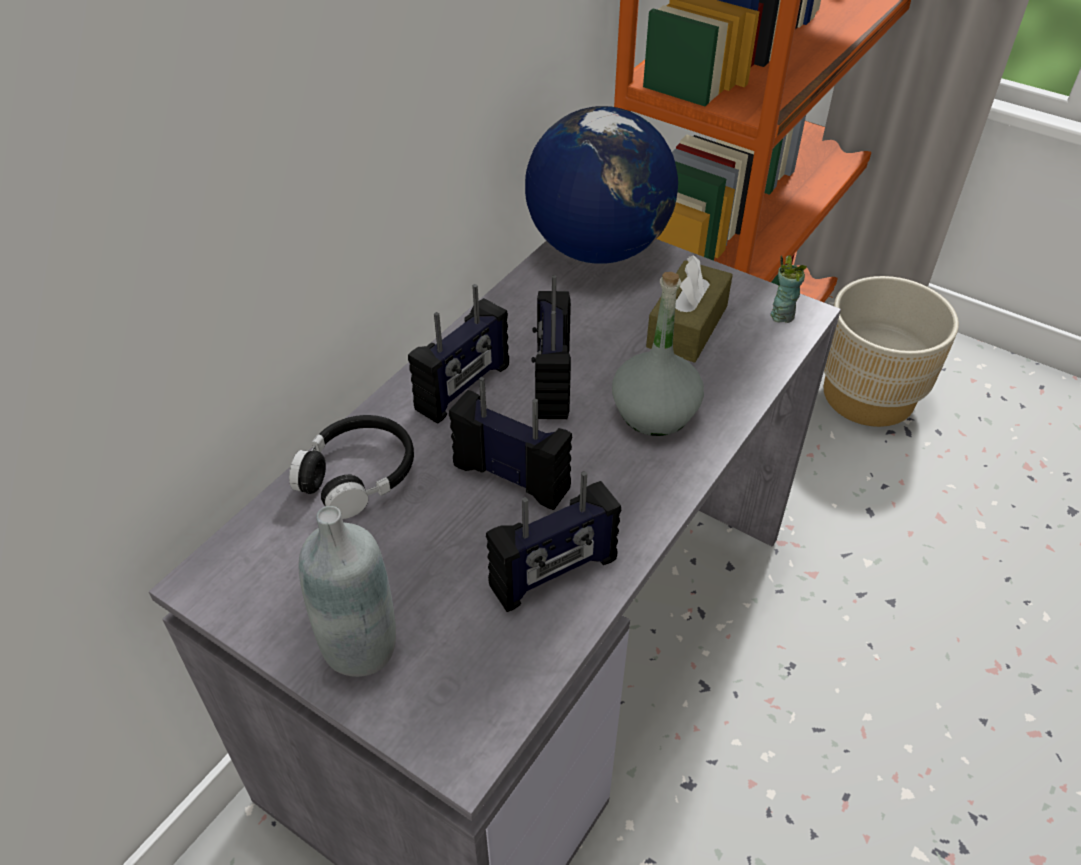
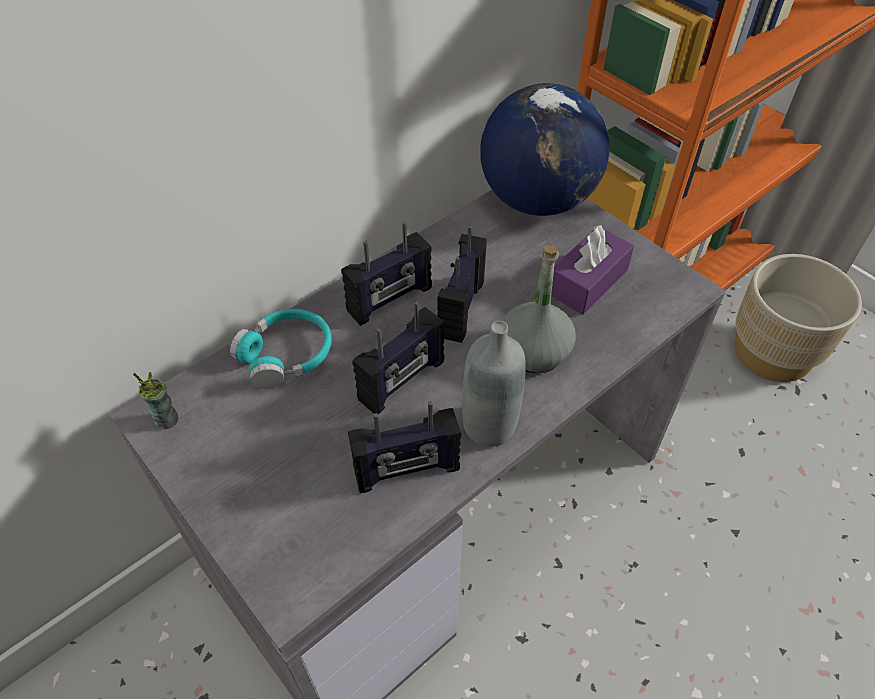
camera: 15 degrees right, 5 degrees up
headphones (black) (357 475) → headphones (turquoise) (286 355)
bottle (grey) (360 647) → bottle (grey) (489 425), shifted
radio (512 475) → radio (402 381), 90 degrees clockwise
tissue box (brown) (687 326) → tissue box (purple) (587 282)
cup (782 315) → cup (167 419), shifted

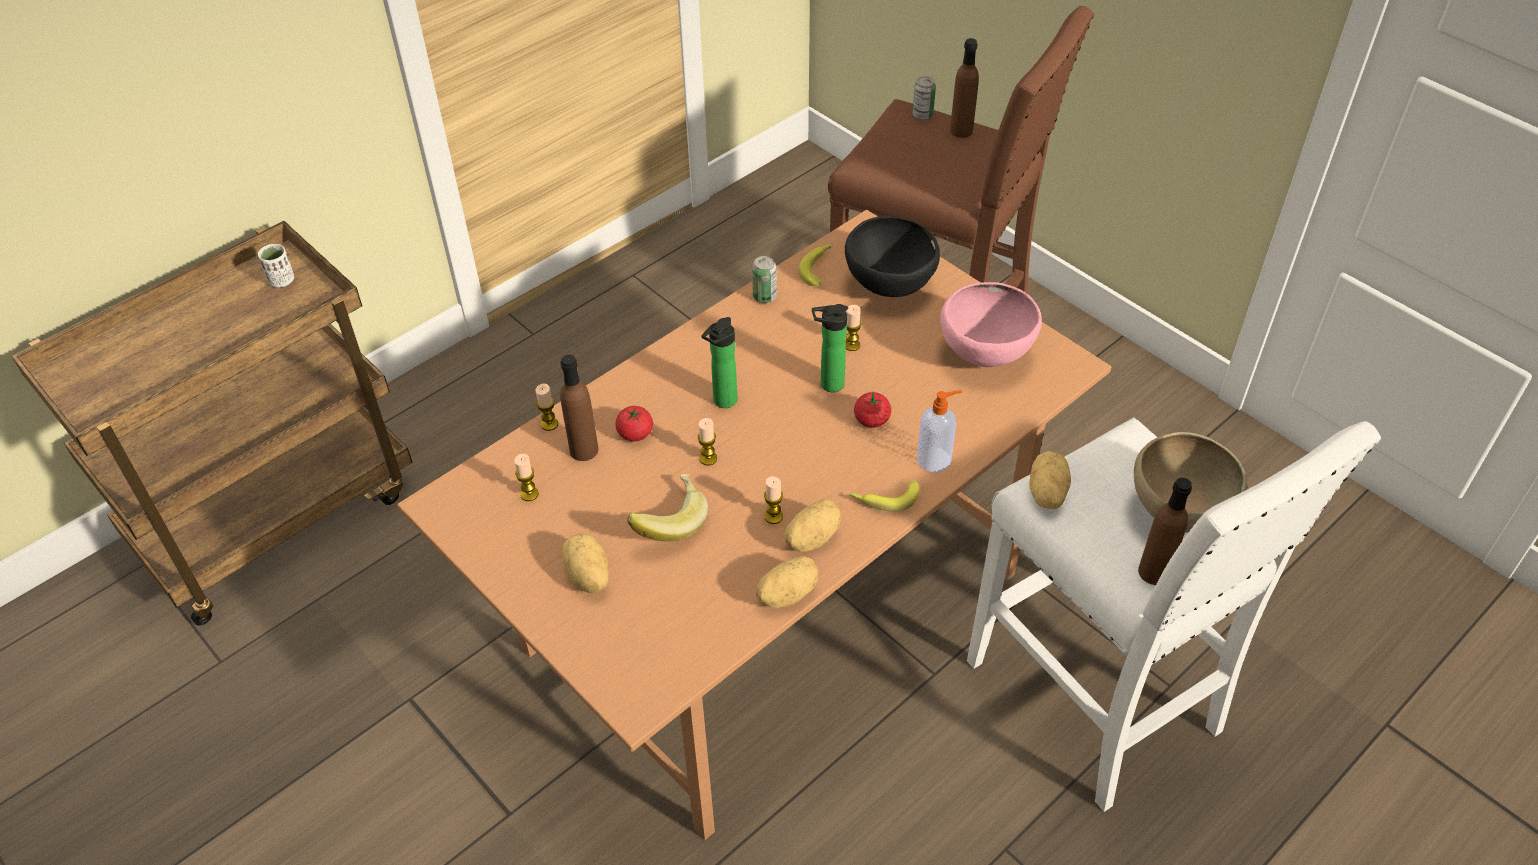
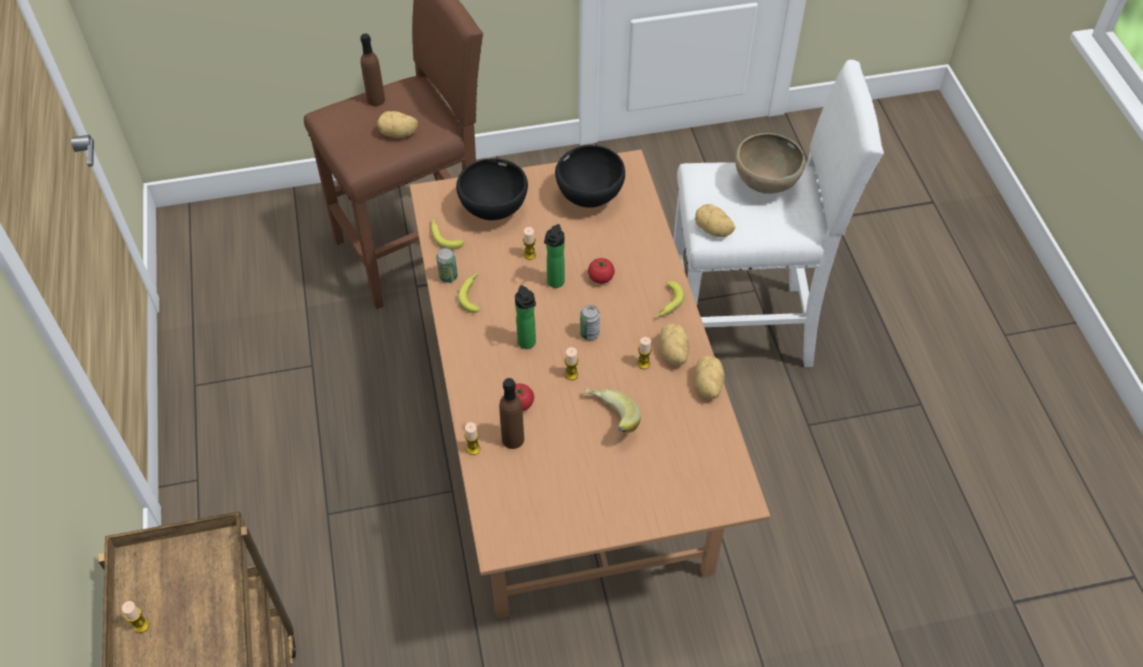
camera: 60 degrees left, 5 degrees up
cup (white) (282 280) → -
candle (529 494) → candle (141 625), shifted
potato (587 577) → potato (398 134), shifted
can (922 115) → can (589 334), shifted
soap dispenser (935 459) → -
bowl (pink) (985 356) → bowl (black) (590 198)
bottle (brown) (1153 572) → -
- → banana (472 294)

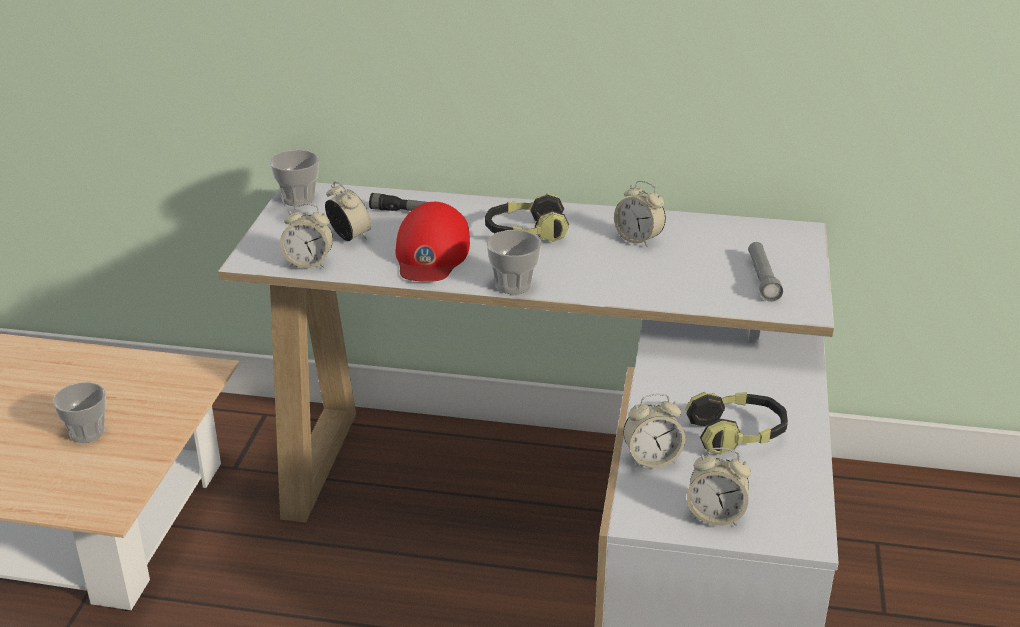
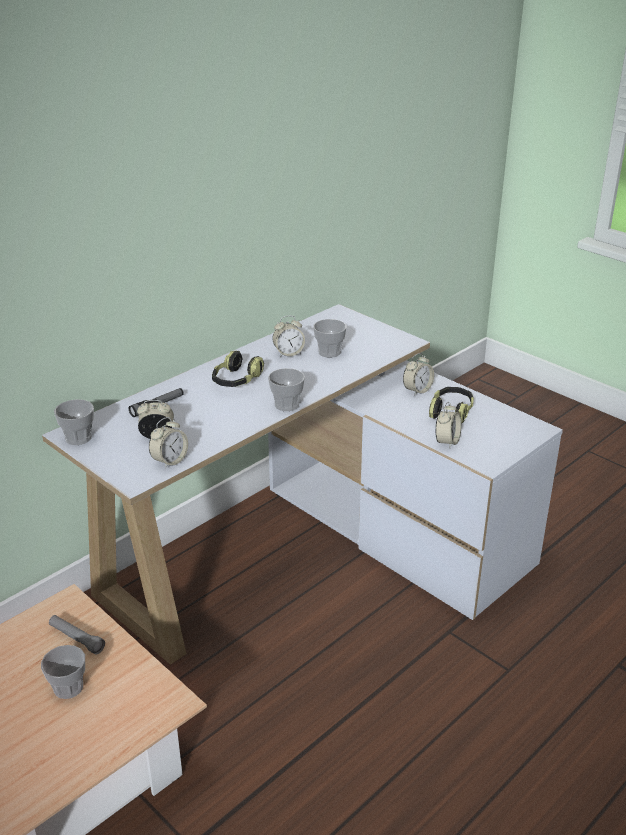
camera: 55 degrees left, 0 degrees up
cap (red) (431 254) → -
alarm clock (715 515) → alarm clock (417 390), shifted
flashlight (grey) (762 278) → flashlight (grey) (76 639), shifted
- → cup (329 352)

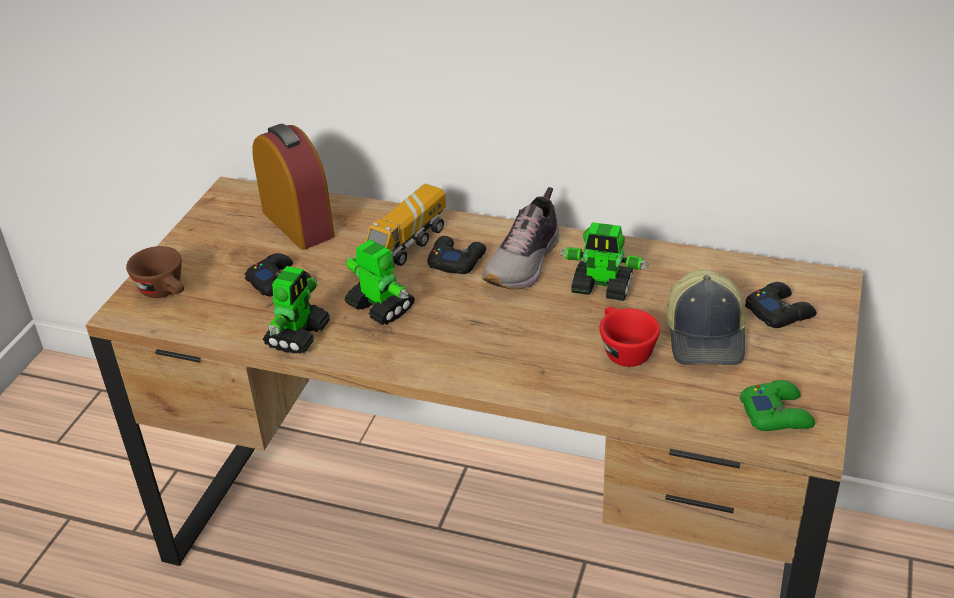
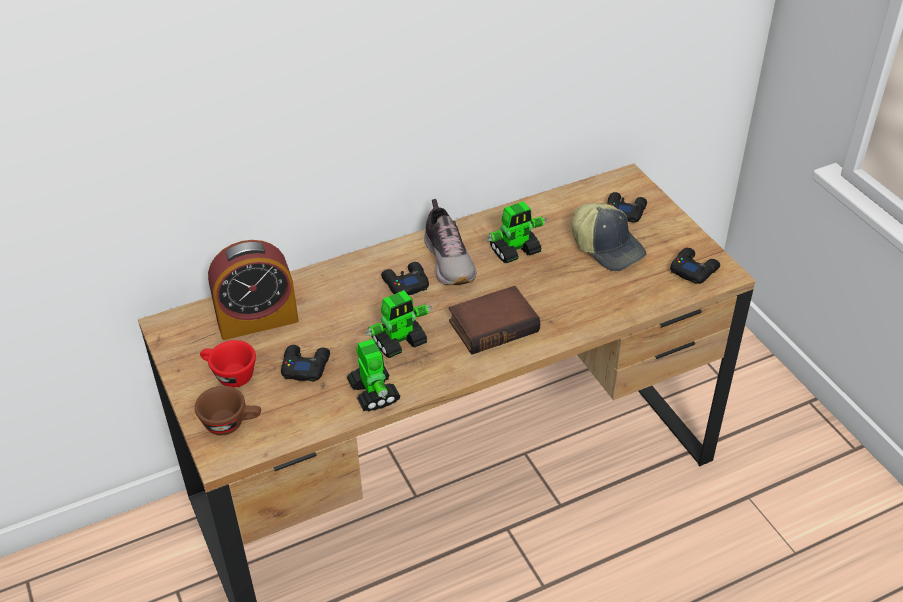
camera: 45 degrees left, 5 degrees up
alarm clock (298 224) → alarm clock (257 320), 150 degrees clockwise
toy robot (380 307) → toy robot (400 342), 150 degrees clockwise
toy truck (407 245) → -
cup (red) (623 350) → cup (red) (229 375), shifted
game controller (green) (776 413) → game controller (black) (693 270)
- → book (493 324)

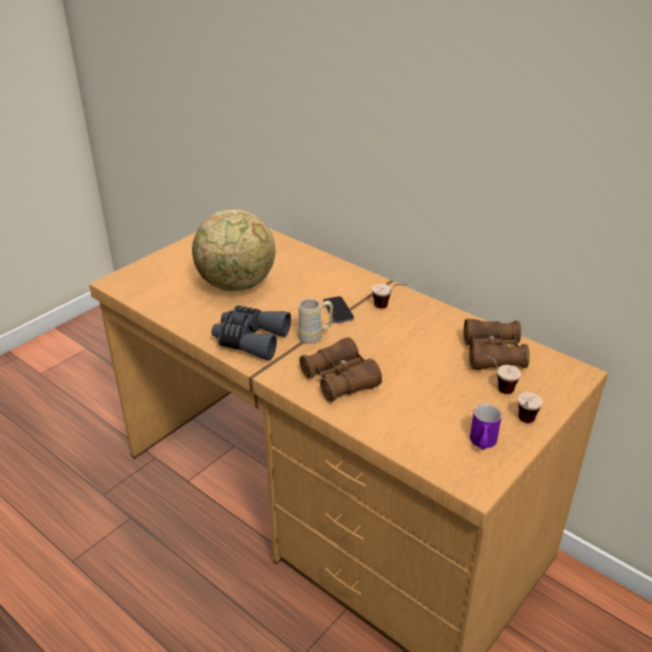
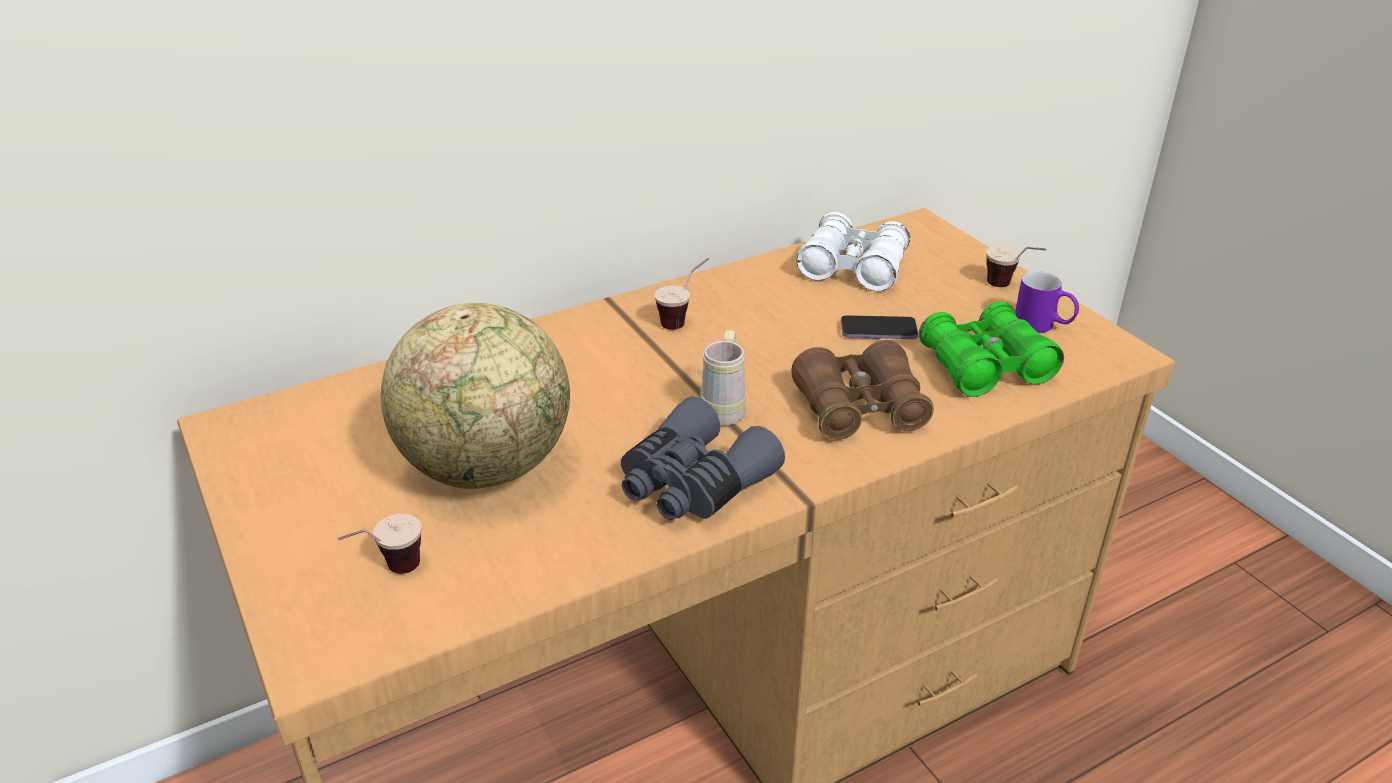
camera: 70 degrees left, 0 degrees up
phone (338 311) → phone (878 330), shifted
binoculars (brown) (492 354) → binoculars (white) (853 268)
cup (496 387) → cup (388 574), shifted
- → binoculars (green) (985 366)

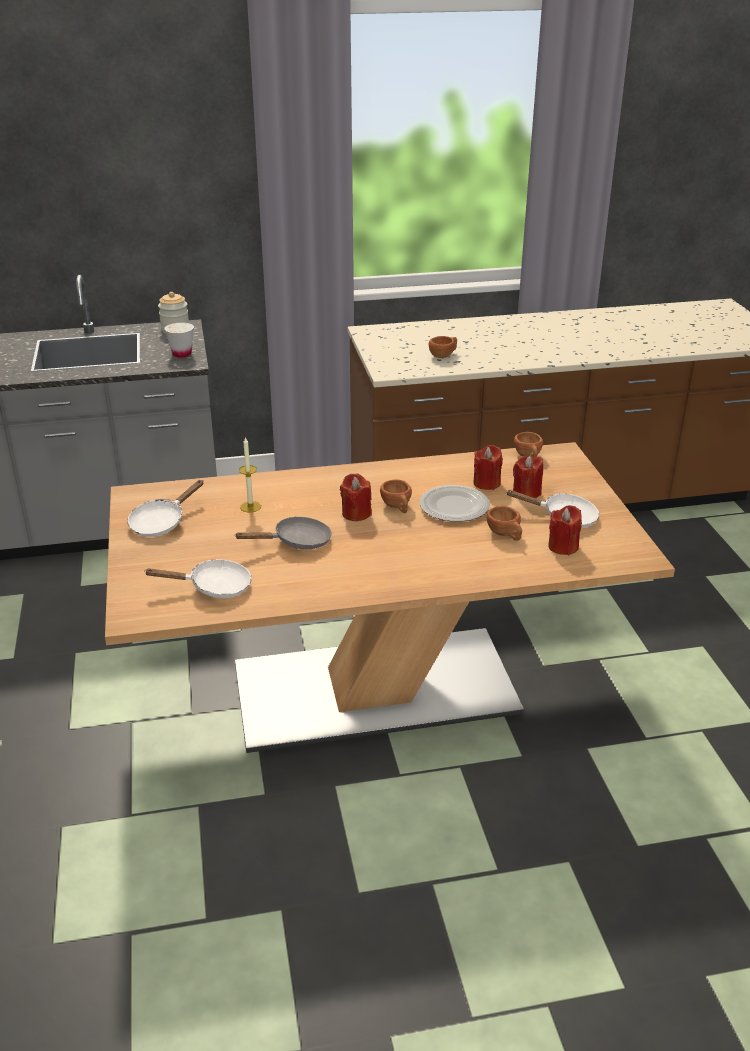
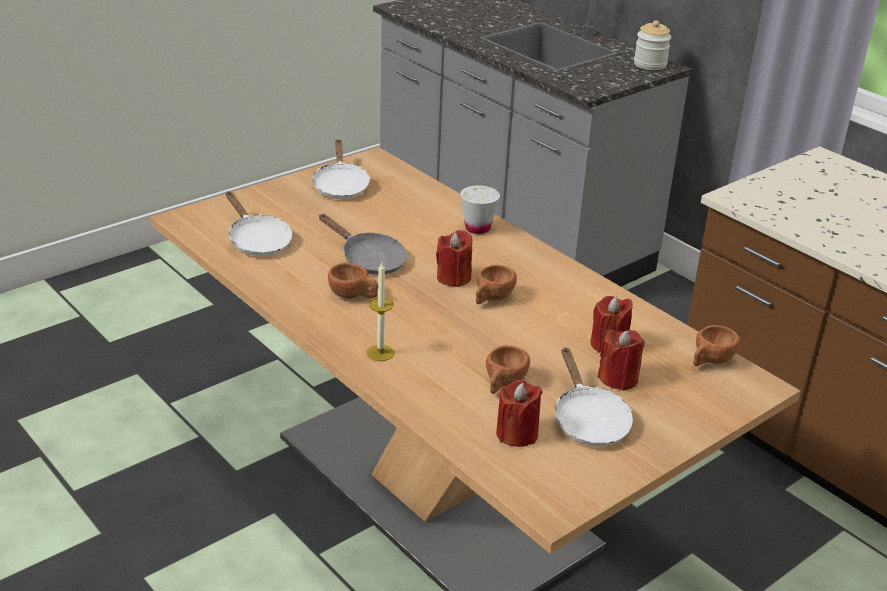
camera: 60 degrees right, 0 degrees up
frying pan (white) (161 522) → frying pan (white) (340 186), 105 degrees counterclockwise
cup (white) (182 354) → cup (white) (477 228), shifted
candle (250 507) → candle (380 353), shifted
plate (454 506) → -
cup (brown) (444 355) → cup (brown) (353 296), shifted

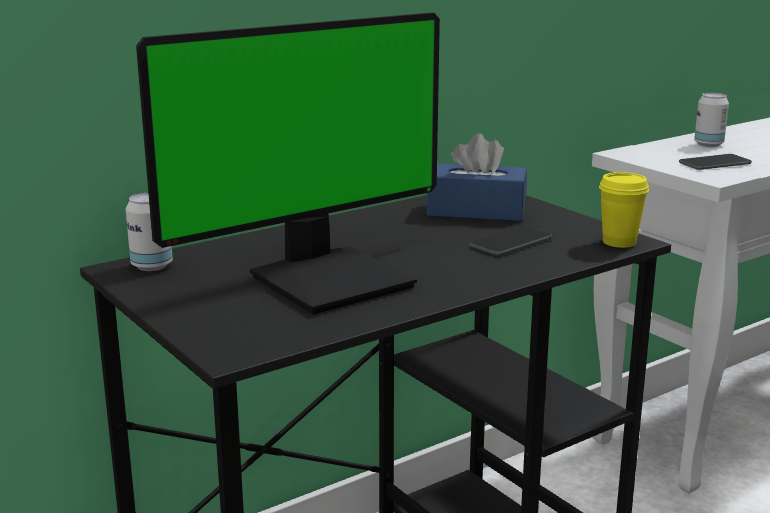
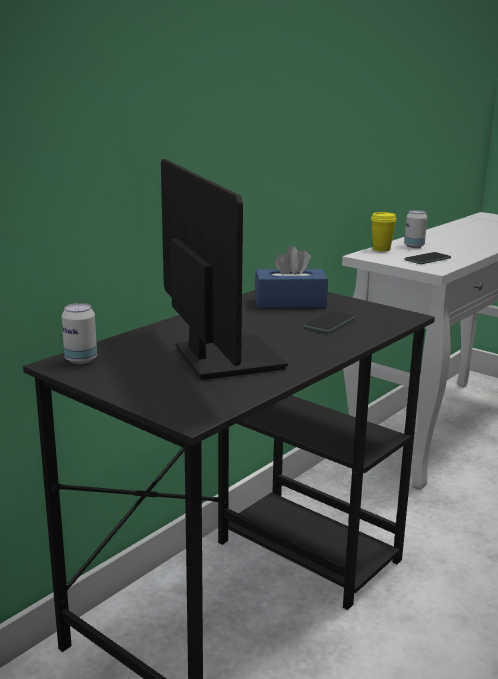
camera: 15 degrees left, 0 degrees up
monitor (329 279) → monitor (223 359), 60 degrees counterclockwise
cup (yellow) (619 242) → cup (yellow) (381 249), shifted

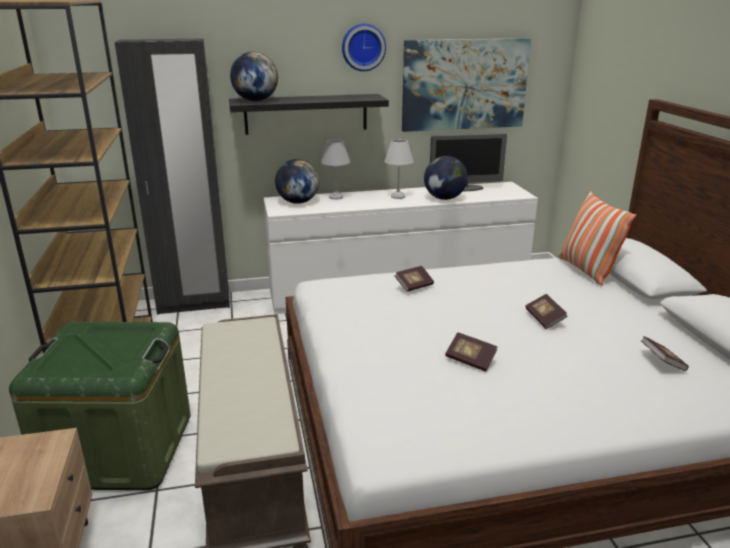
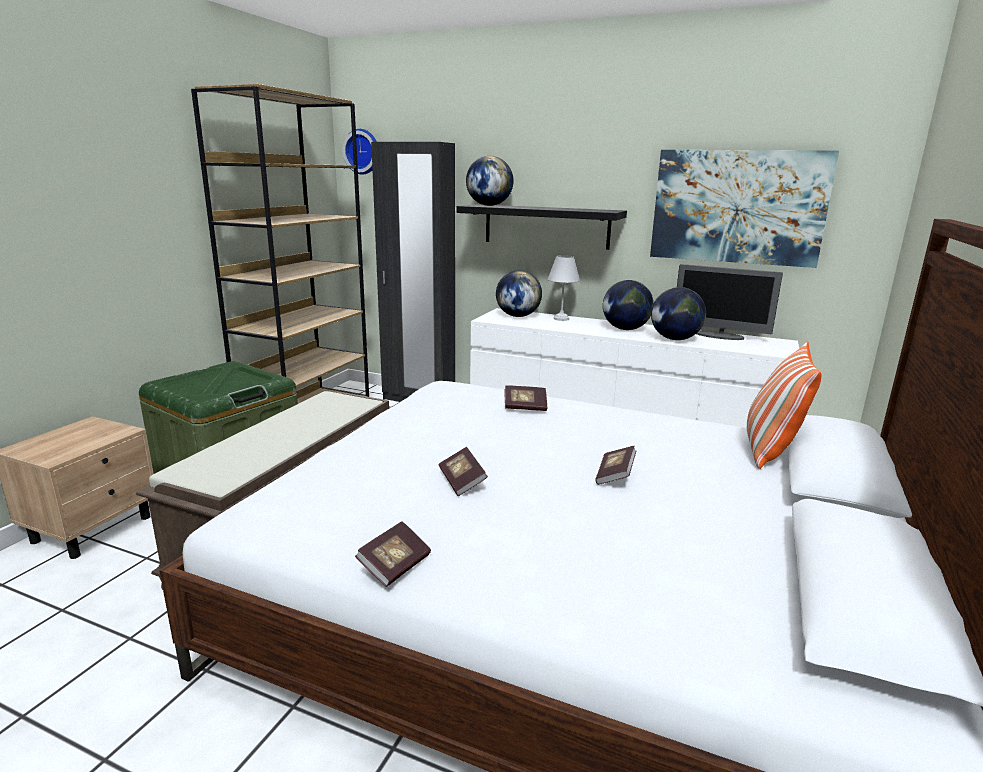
camera: 35 degrees right, 5 degrees down
wall clock (363 47) → wall clock (363 151), shifted
table lamp (white) (398 197) → globe (625 329)
book (662 362) → book (395 566), shifted

